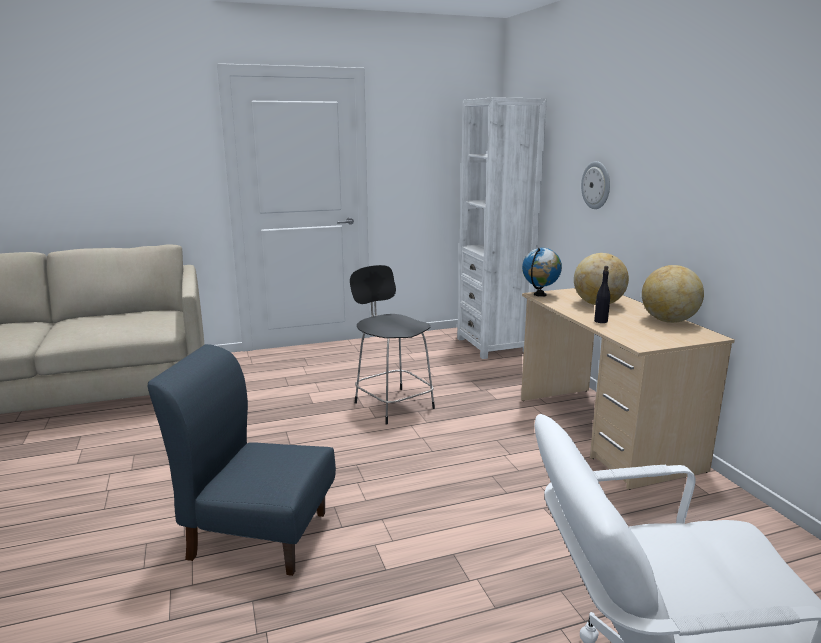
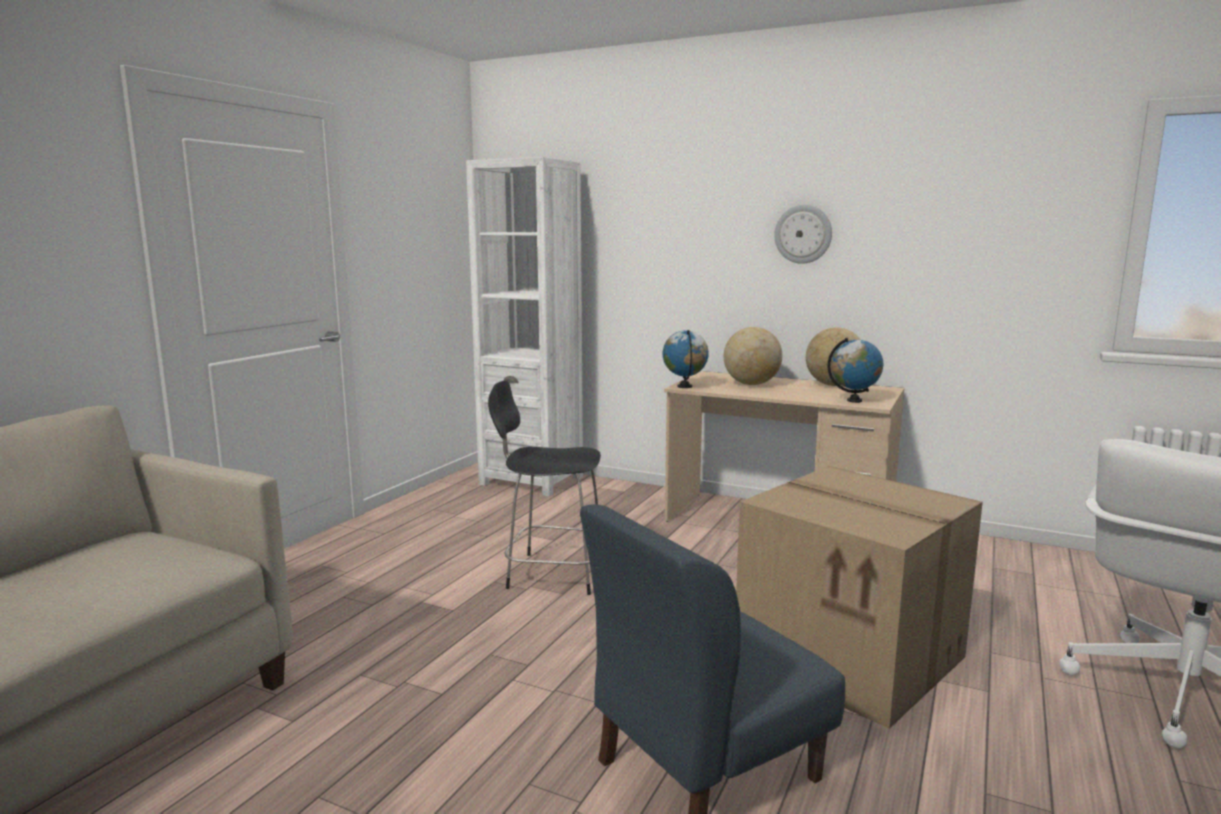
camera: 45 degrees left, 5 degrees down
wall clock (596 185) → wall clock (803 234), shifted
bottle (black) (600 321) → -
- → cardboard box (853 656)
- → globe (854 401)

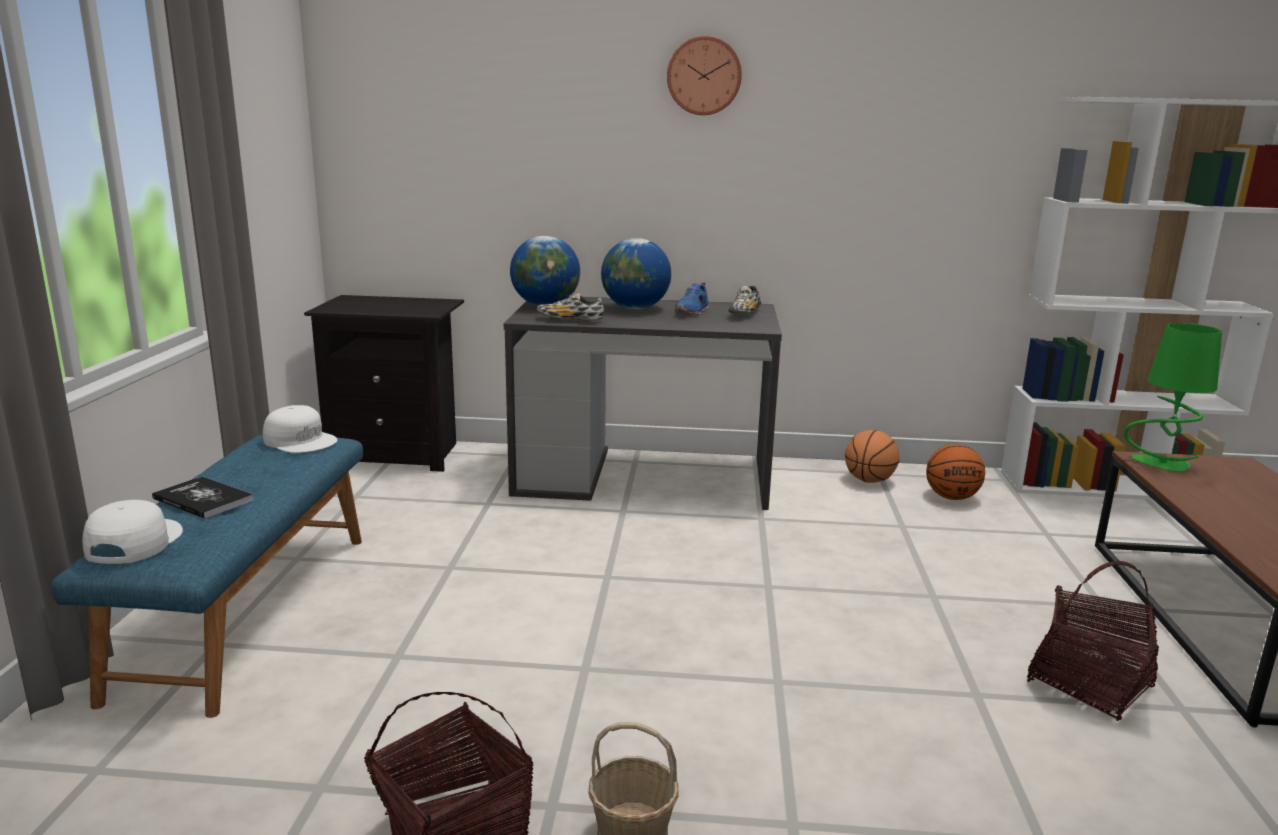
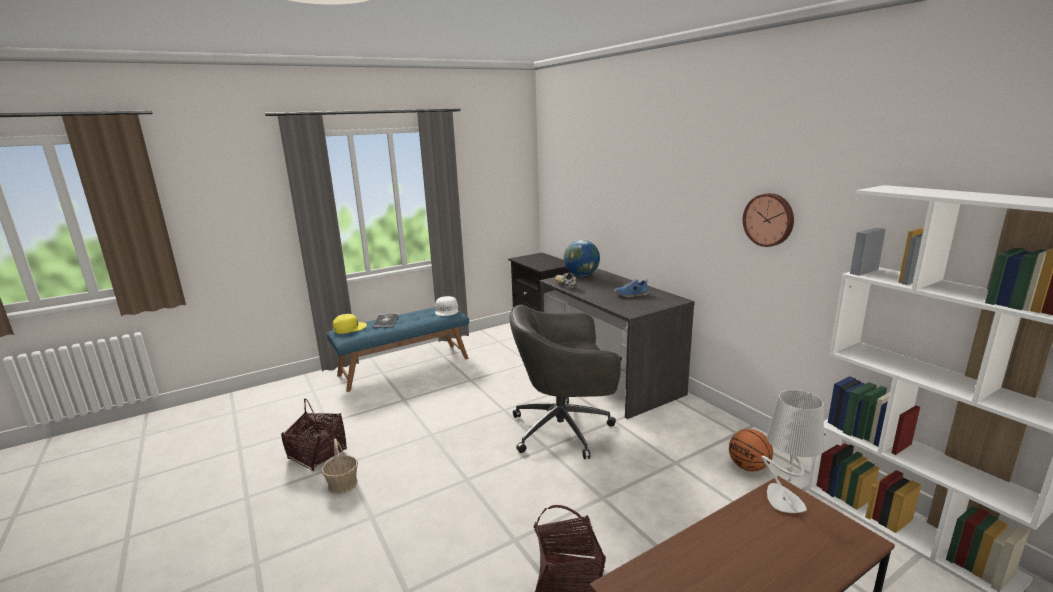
camera: 55 degrees right, 0 degrees up
cap (white) (133 542) → cap (yellow) (349 328)
globe (635 308) → -
wall clock (704 76) → wall clock (769 219), shifted
shoe (744 314) → -
basketball (869 481) → -
table lamp (green) (1160 464) → table lamp (grey) (782 500)
- → office chair (grey) (564 429)

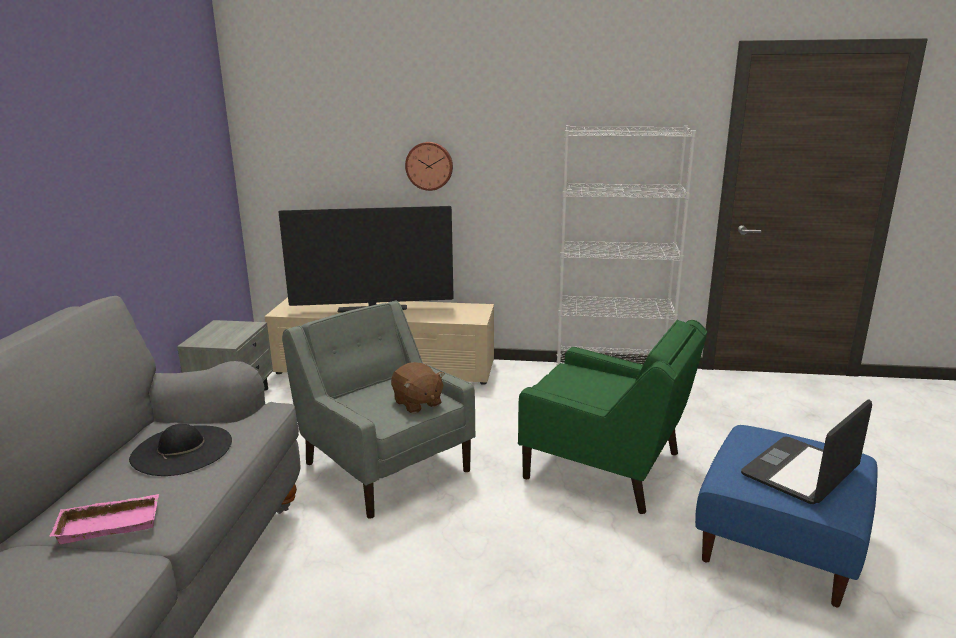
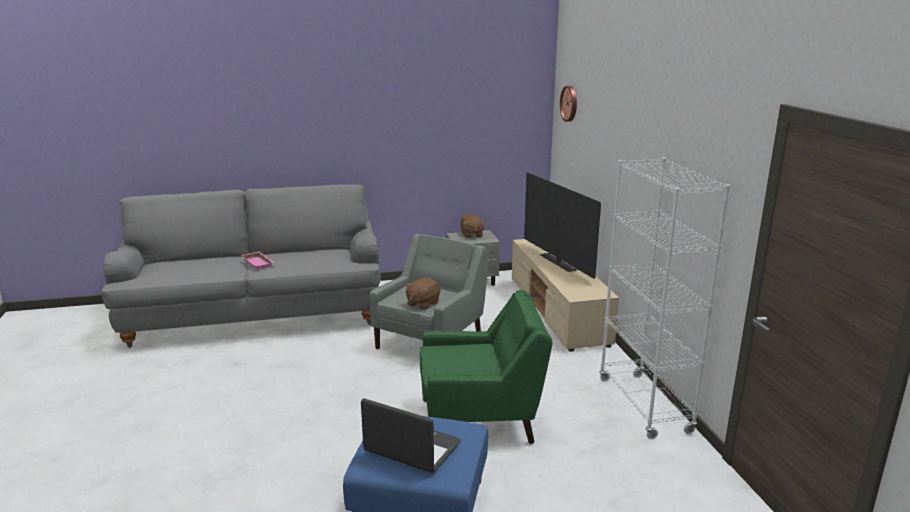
camera: 70 degrees right, 0 degrees up
hat (black) (182 450) → -
wall clock (429 165) → wall clock (570 103), shifted
armchair (green) (605 467) → armchair (green) (480 419), 105 degrees counterclockwise
- → plush toy (brown) (471 235)

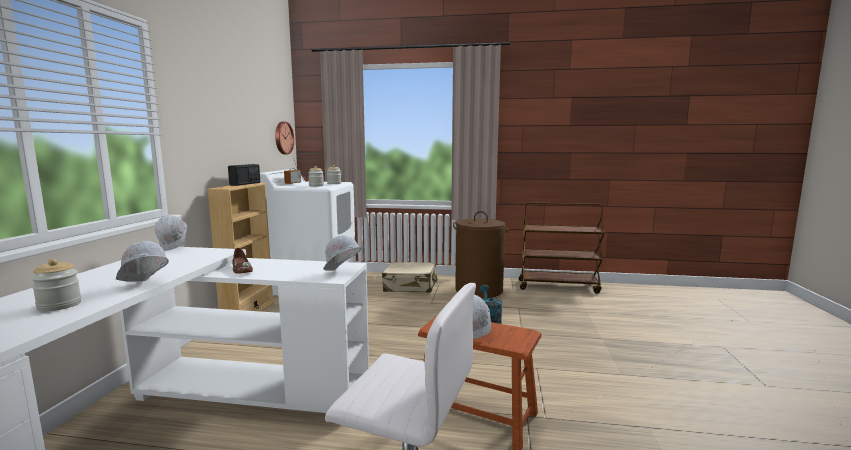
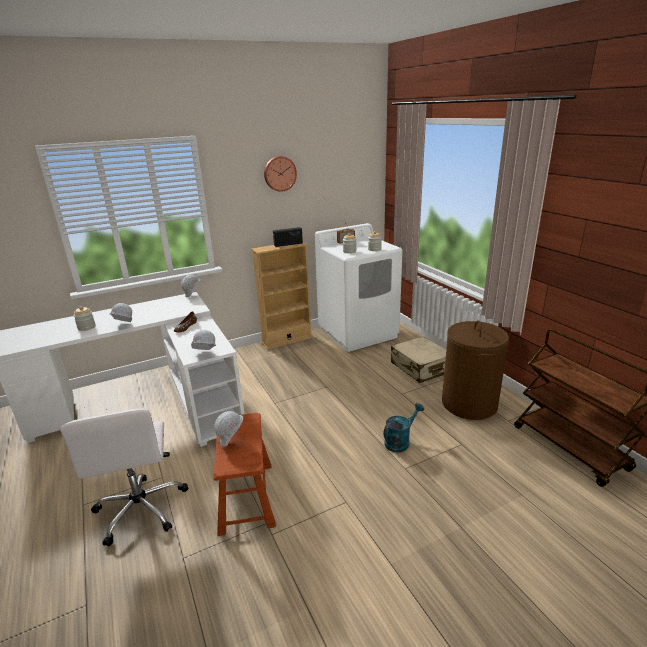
camera: 55 degrees right, 15 degrees up
wall clock (283 138) → wall clock (279 173), shifted

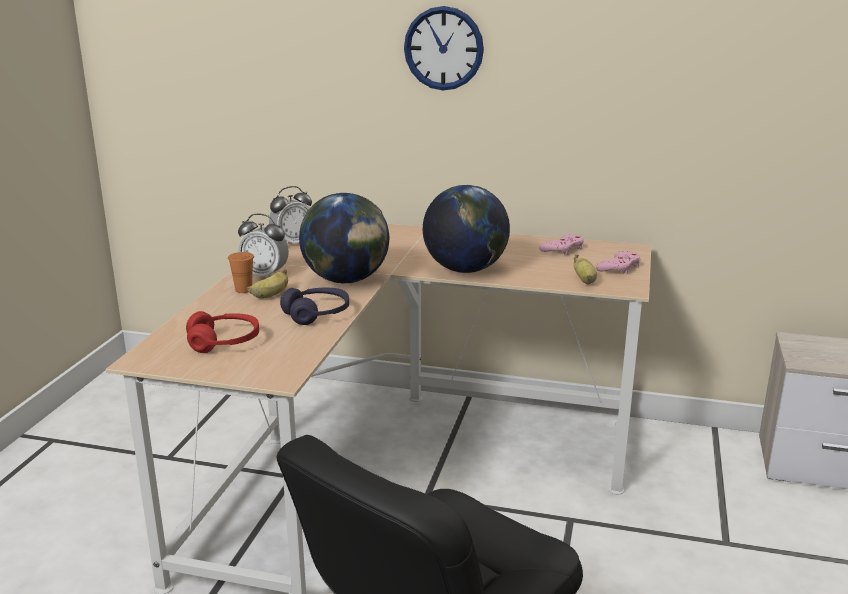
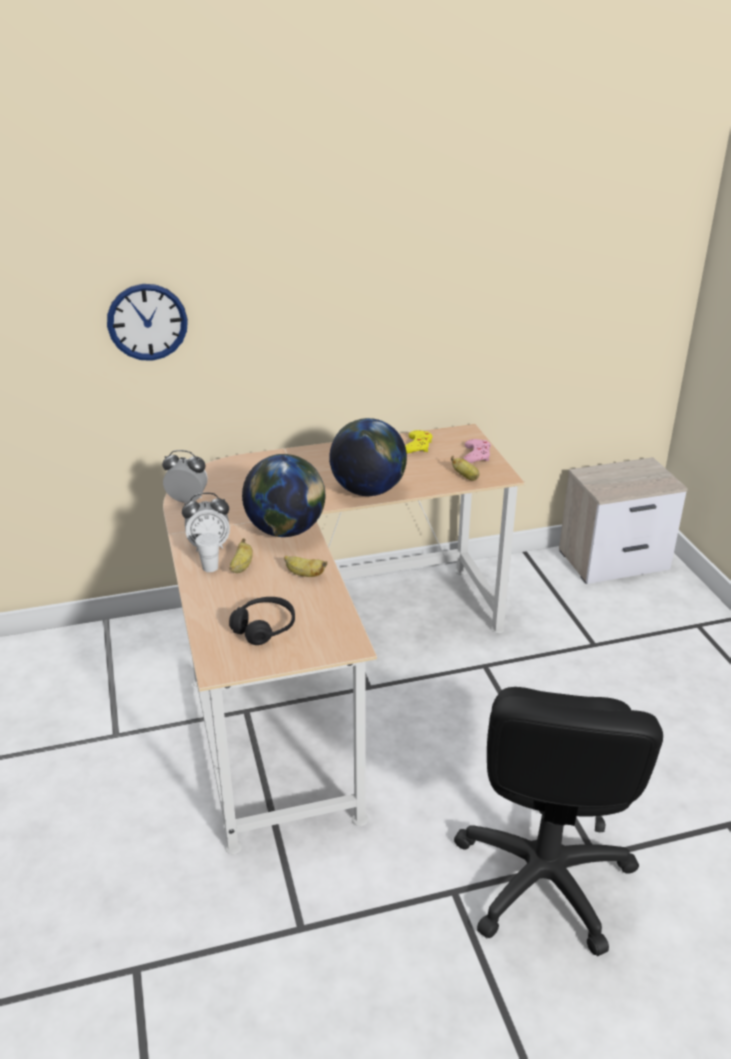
camera: 30 degrees left, 10 degrees up
headphones (red) (224 342) → headphones (black) (264 628)
cup (orange) (243 290) → cup (white) (210 567)
alarm clock (293 243) → alarm clock (187 500), 105 degrees counterclockwise
headphones (purple) (317 314) → banana (304 574)
wall clock (443 48) → wall clock (147 322), shifted
game controller (pink) (563 249) → game controller (yellow) (417 446)

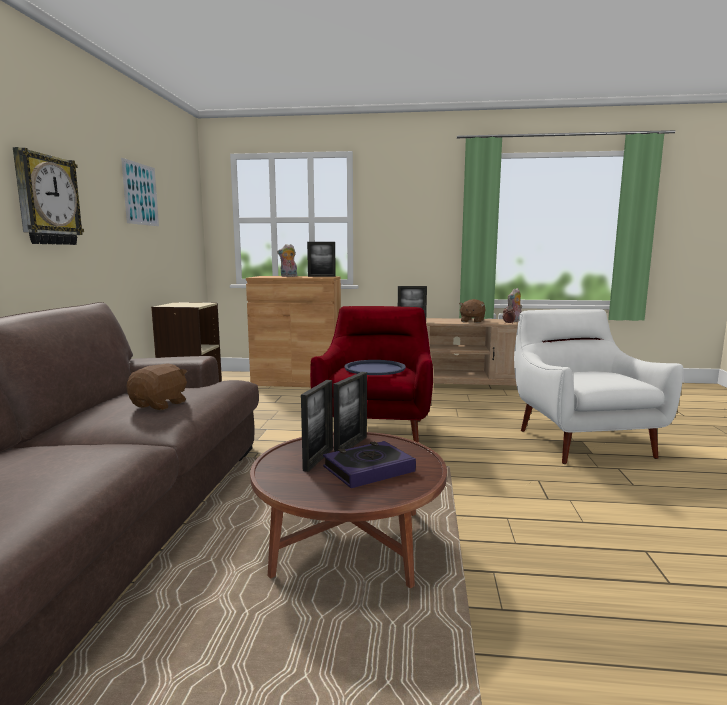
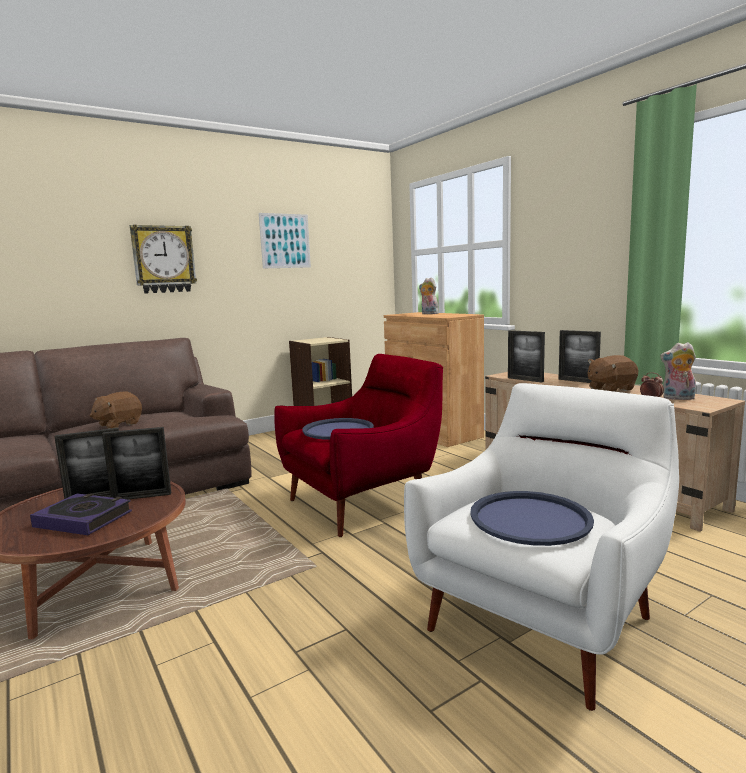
camera: 50 degrees right, 0 degrees up
plush toy (brown) (160 404) → plush toy (brown) (118 424), 150 degrees clockwise
picture frame (321 276) → picture frame (578 381), shifted
- → tray (blue) (529 519)

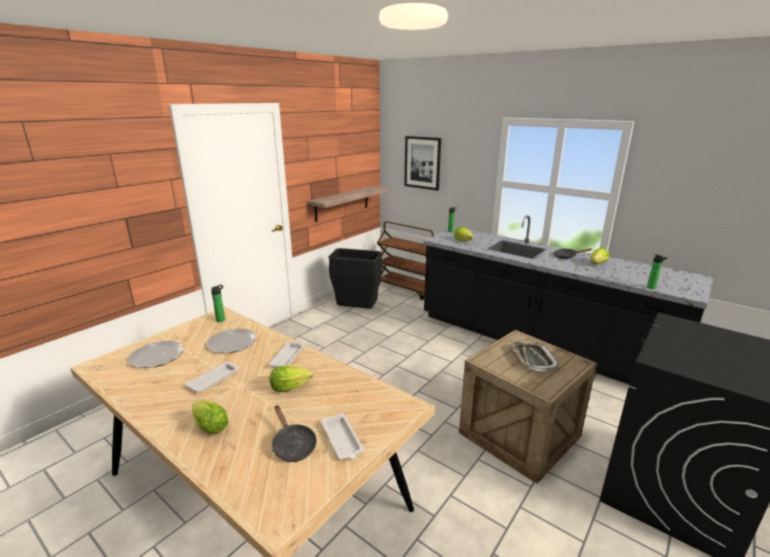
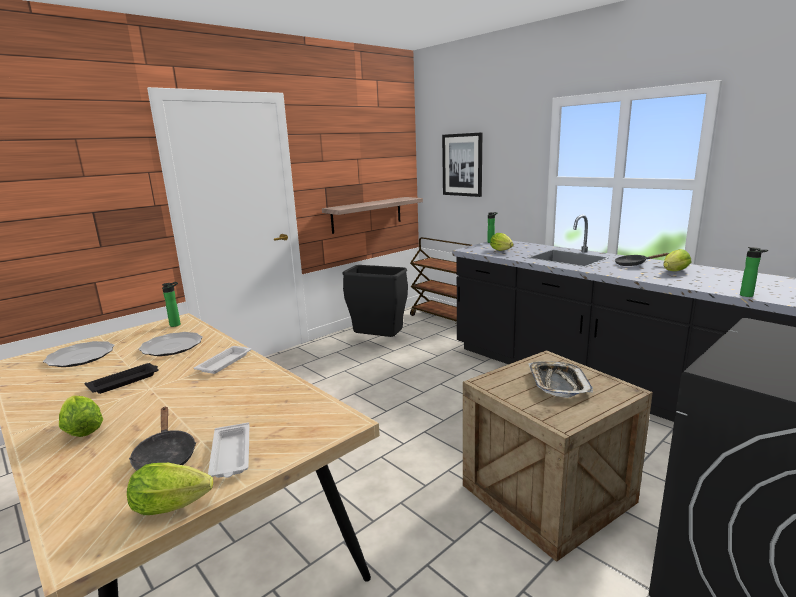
camera: 10 degrees right, 5 degrees down
tray (white) (214 379) → tray (black) (125 381)
lettuce (292 387) → lettuce (176 506), shifted

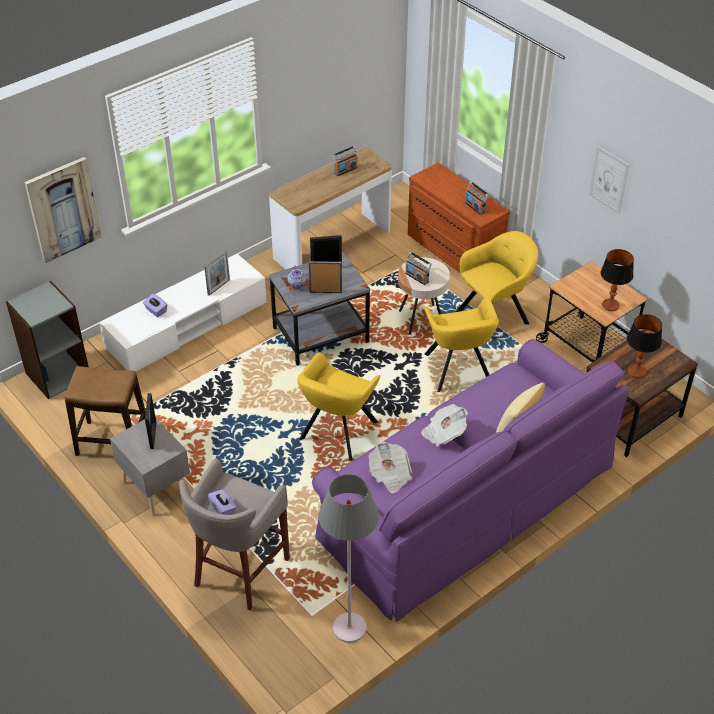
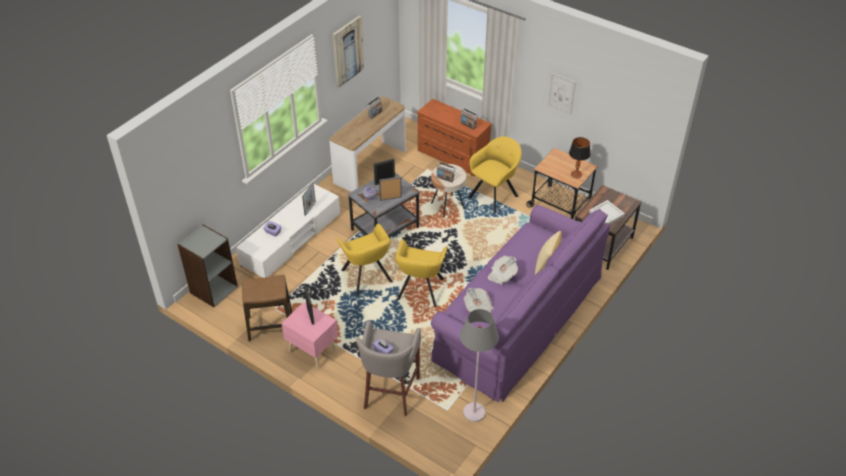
camera: 15 degrees left, 0 degrees up
picture (63 209) → picture (347 51), shifted
nightstand (grey) (156 487) → nightstand (pink) (312 350)
armchair (yellow) (458 371) → armchair (yellow) (367 278), shifted
table lamp (636 371) → tray (white) (606 213)

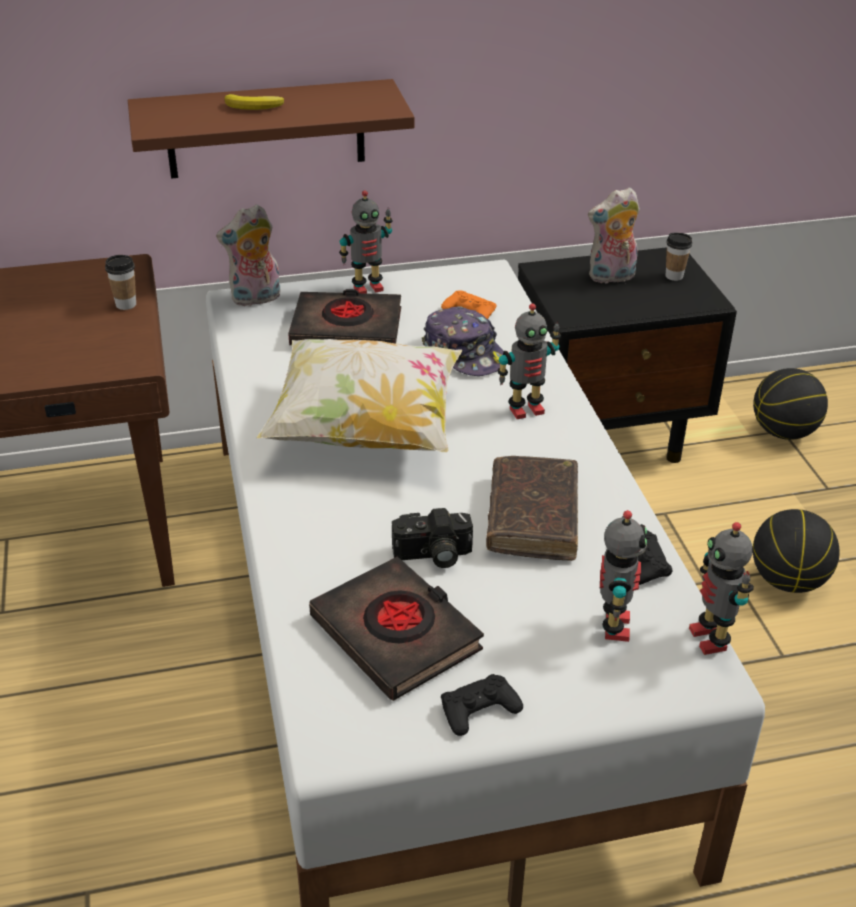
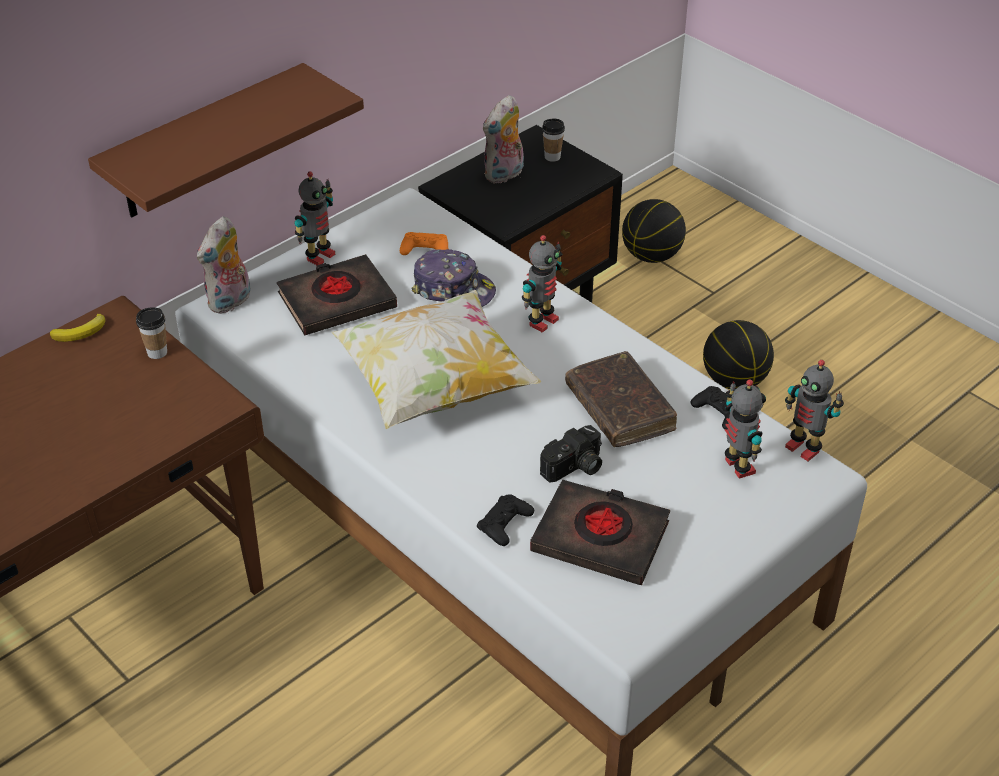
camera: 30 degrees left, 5 degrees up
banana (255 106) → banana (81 332), shifted
game controller (black) (479 710) → game controller (black) (505 524), shifted

